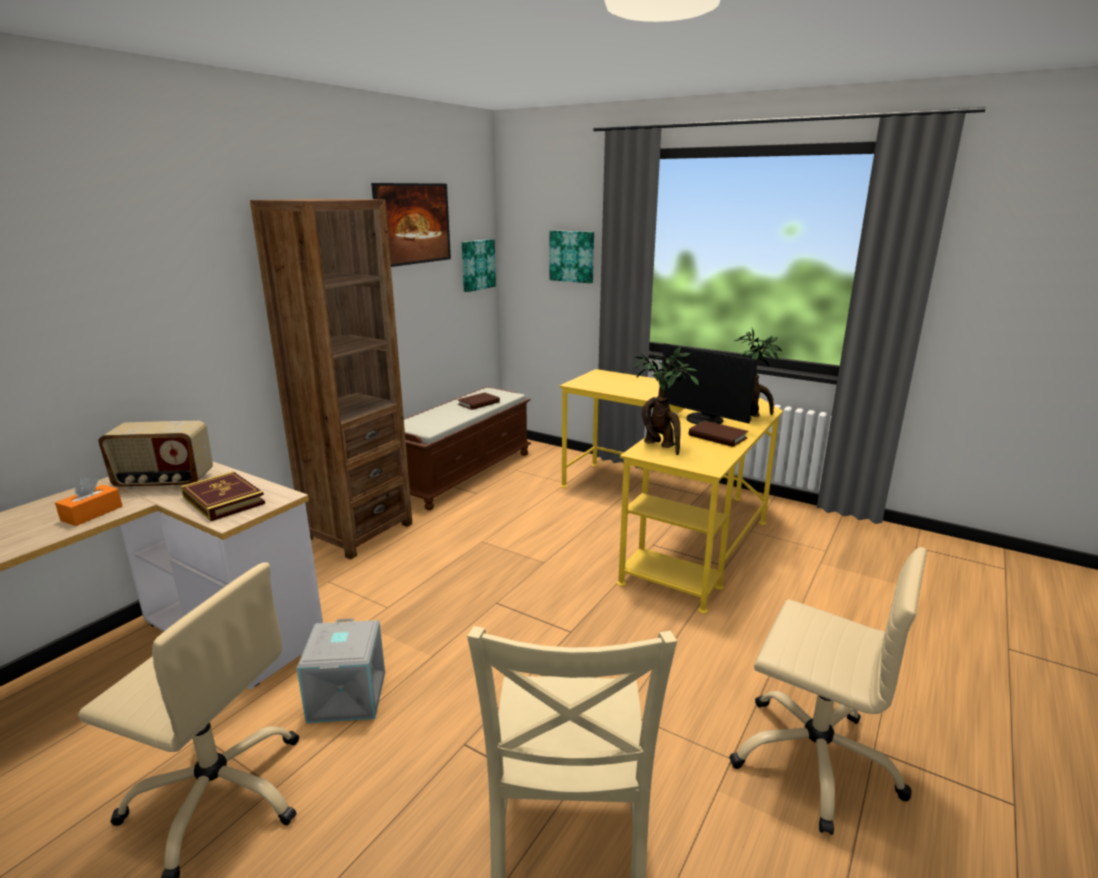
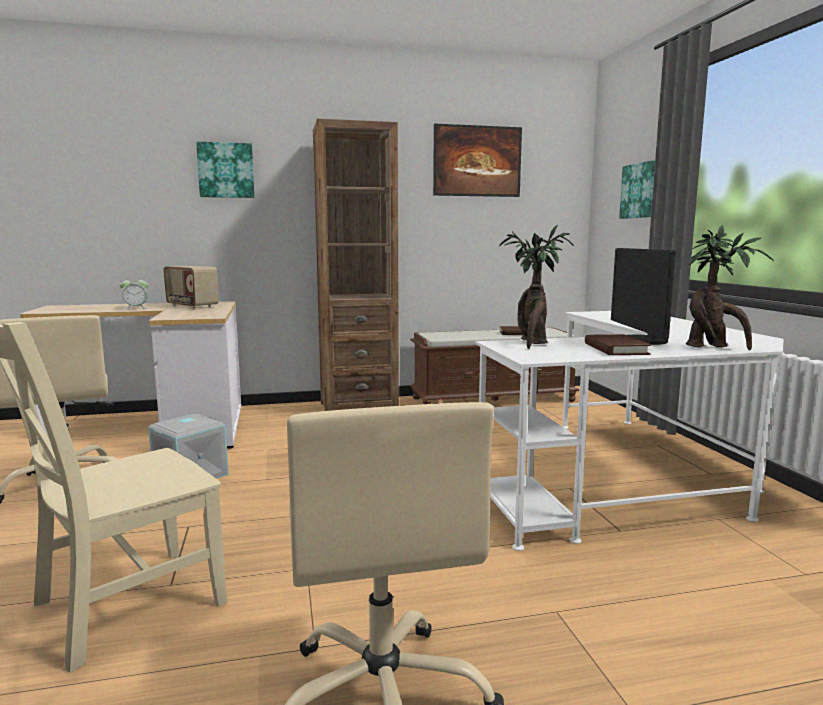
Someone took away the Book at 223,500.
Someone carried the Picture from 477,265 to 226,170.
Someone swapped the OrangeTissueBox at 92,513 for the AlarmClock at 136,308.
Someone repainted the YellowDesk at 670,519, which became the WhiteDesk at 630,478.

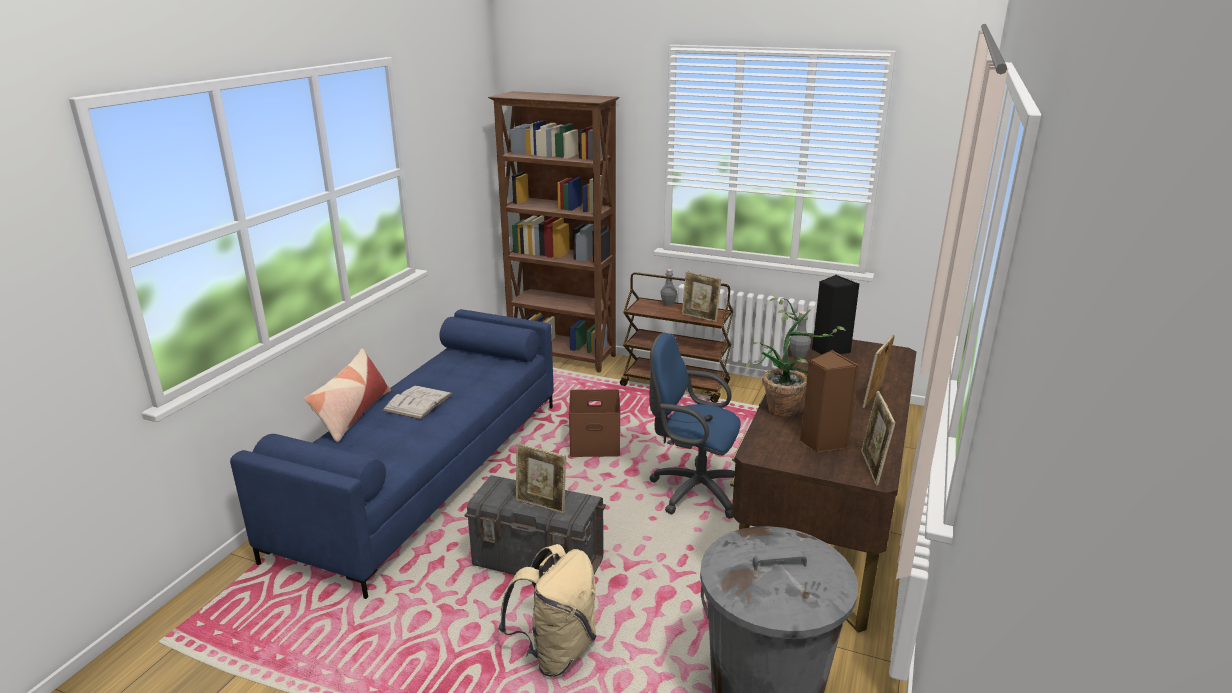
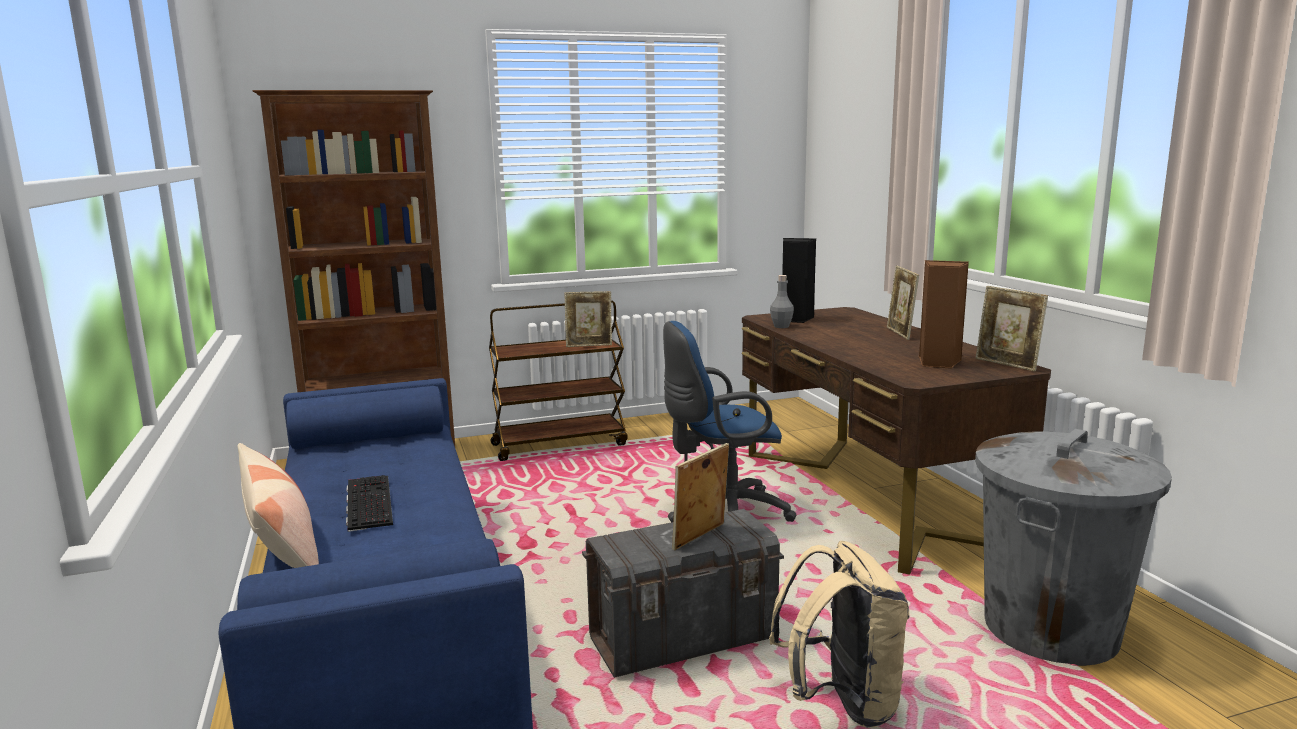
Someone took away the BrownStorageBox at 596,443.
Someone took away the GreyBottle at 668,304.
Someone took away the PottedPlant at 789,407.
Someone swapped the WhiteBook at 418,402 for the Keyboard at 367,502.
Someone rotated the PictureFrame at 541,505 by 150 degrees clockwise.

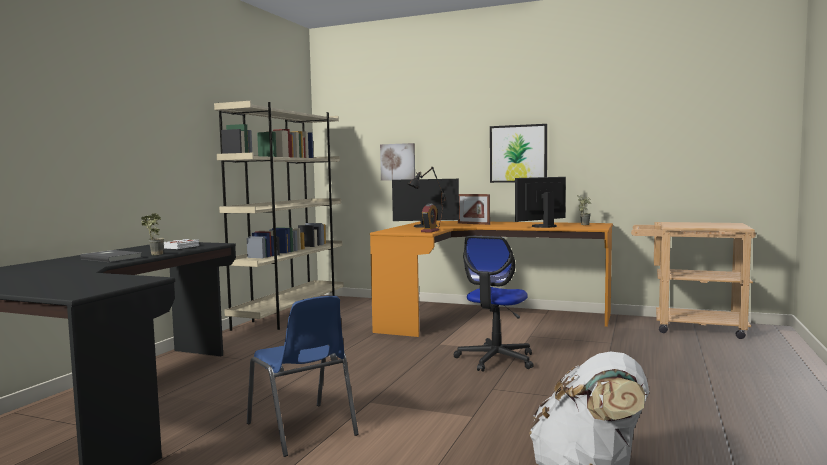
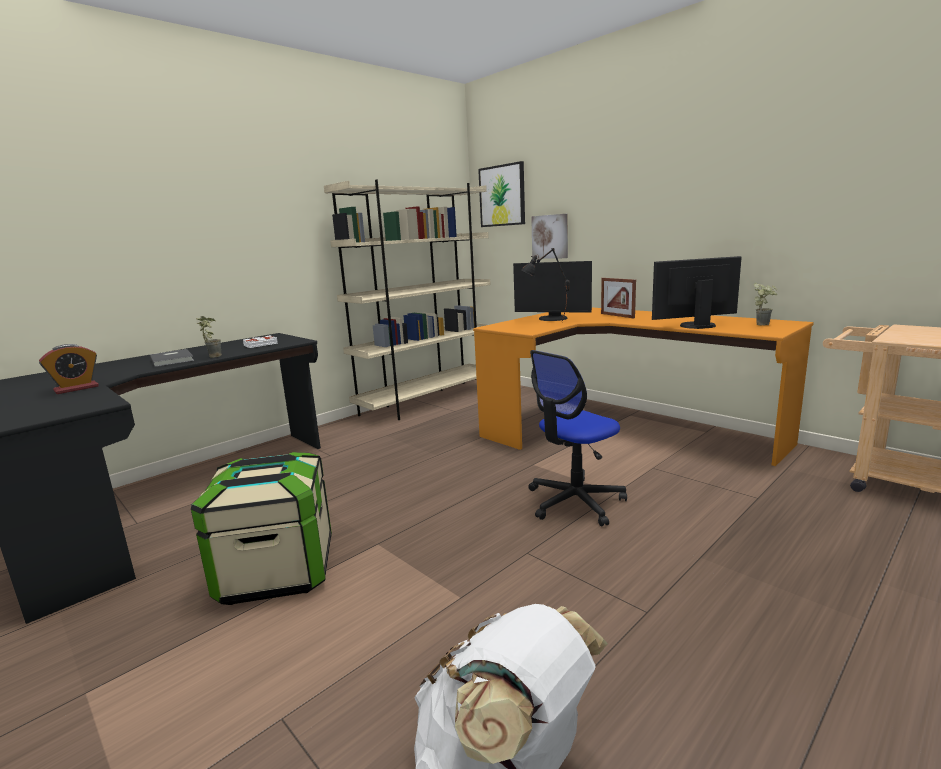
Someone carried the AlarmClock from 430,231 to 76,388.
Someone carried the Picture from 518,153 to 502,195.
Someone swapped the BlueChair at 302,430 for the StorageBox at 277,571.

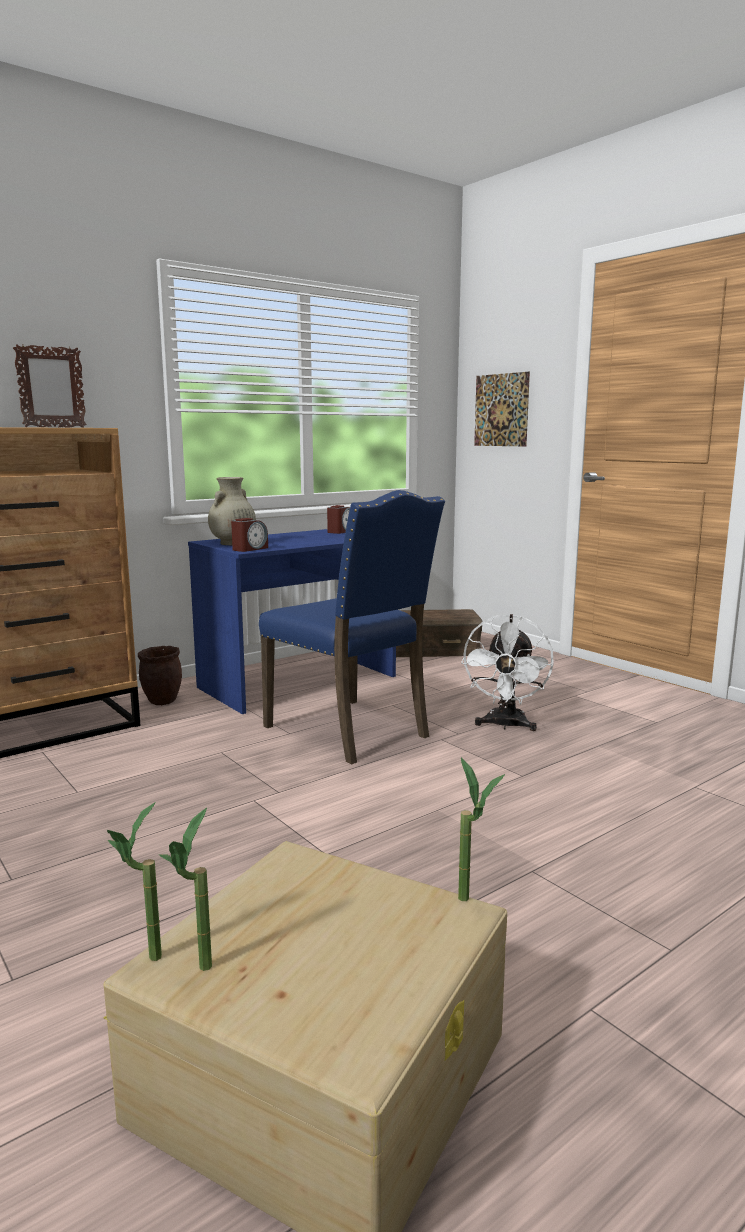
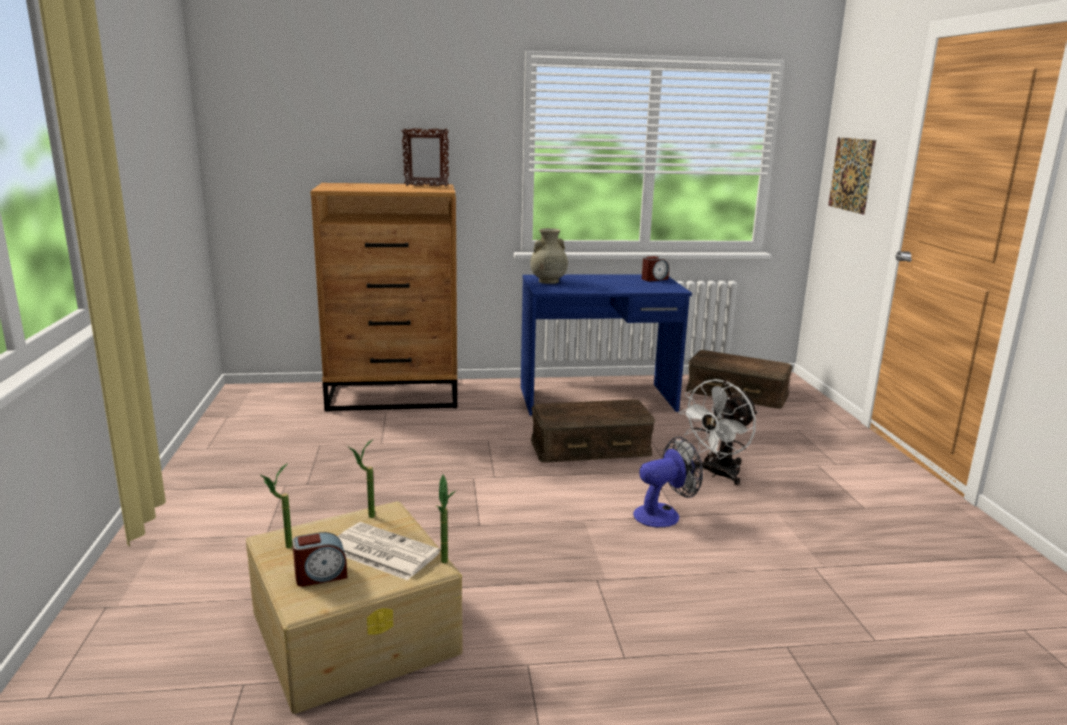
Someone took away the BrownPlanter at 162,701.
Someone put down the Newspaper at 381,551.
Someone put down the Fan at 663,514.
Someone carried the PottedPlant from 143,962 to 365,517.
Someone carried the AlarmClock from 249,549 to 321,576.
Someone swapped the BlueChair at 351,731 for the BrownStorageBox at 590,448.

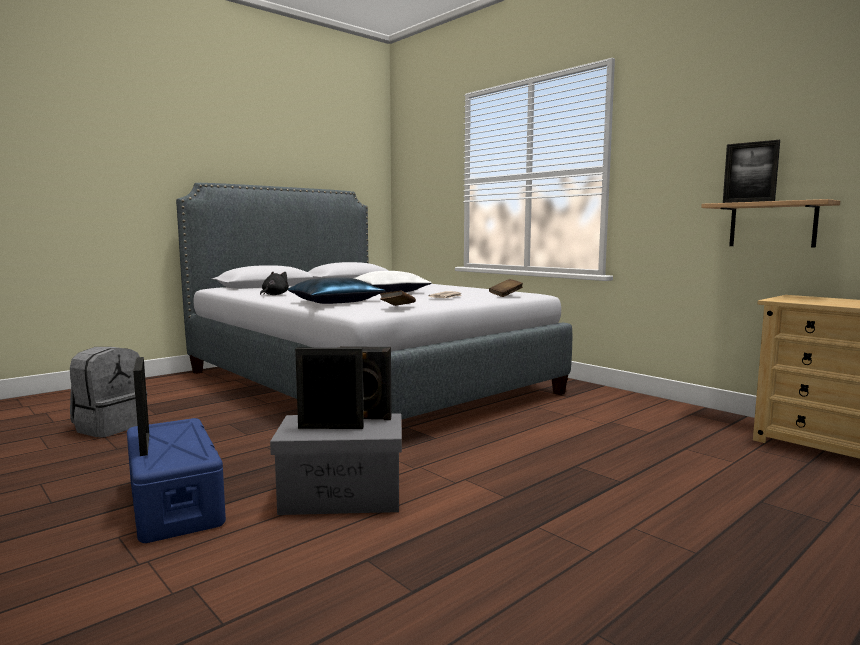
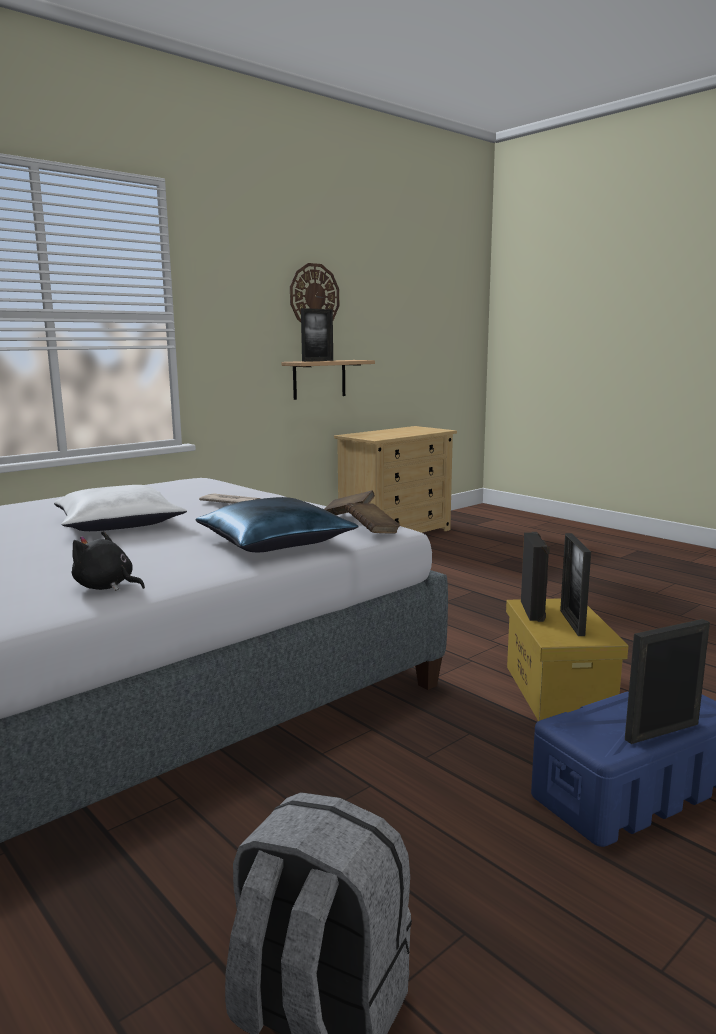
Someone put up the WallClock at 314,296.
Someone carried the BrownBook from 505,295 to 372,531.
Someone repainted the GreyStorageBox at 340,497, which became the YellowStorageBox at 559,692.

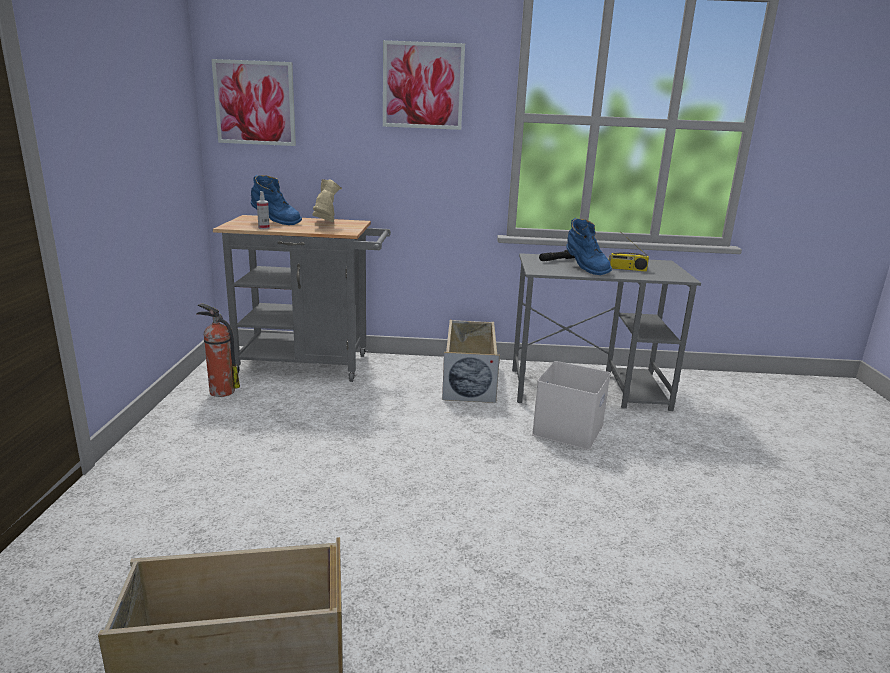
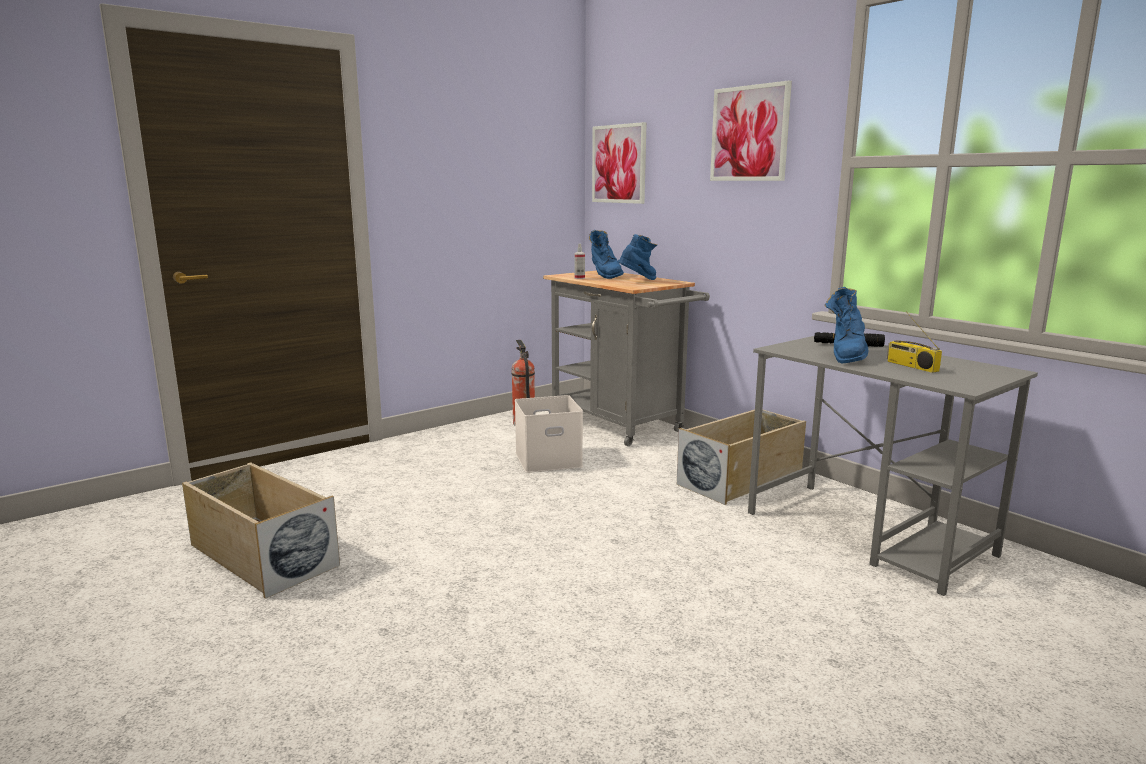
Someone carried the WhiteStorageBox from 567,429 to 549,459.
Someone repainted the BeigeBoot at 325,224, which became the BlueBoot at 638,281.

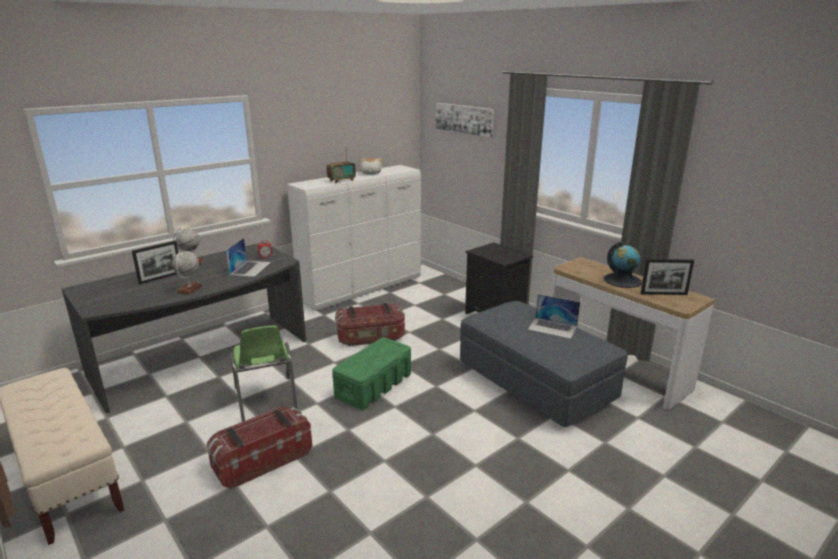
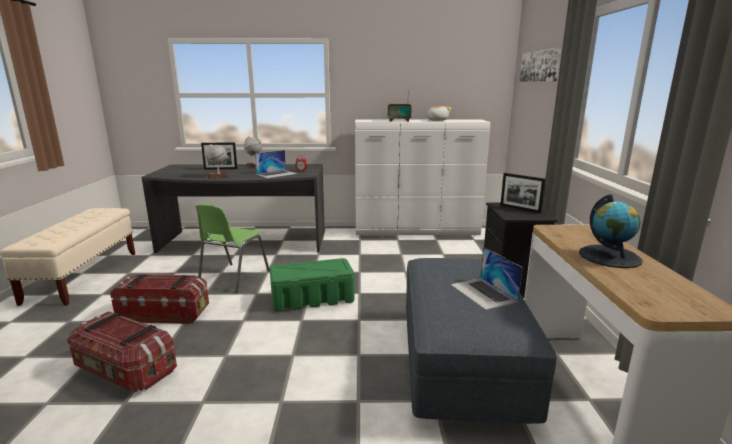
Someone carried the StorageBox from 371,338 to 125,370.
Someone carried the PictureFrame from 663,294 to 520,208.

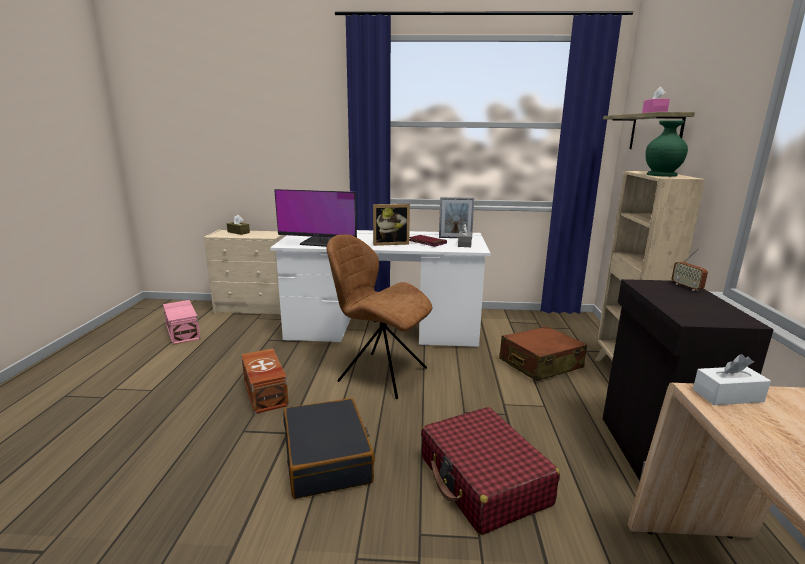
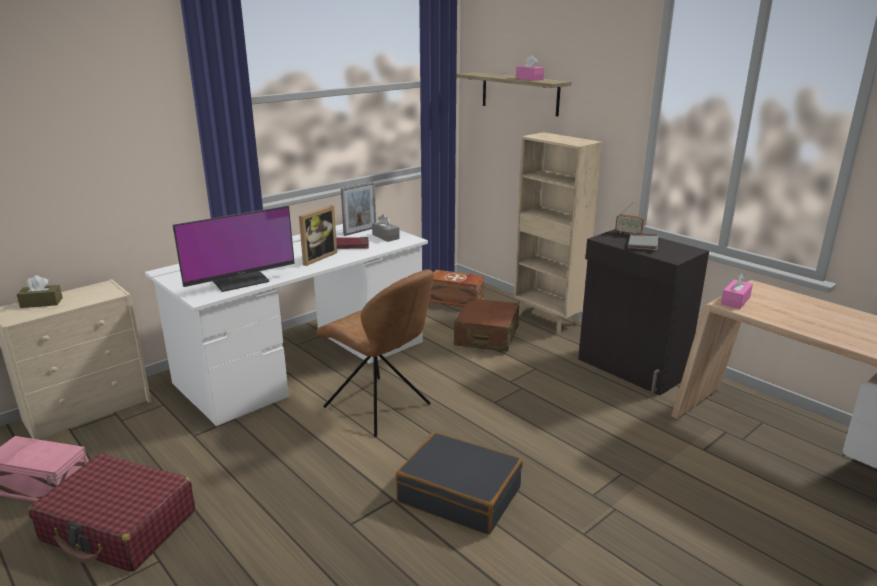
Someone took away the GreenVase at 661,175.
Someone put down the GreyBook at 643,244.
Someone carried the BrownStorageBox from 264,393 to 456,300.
Someone carried the RedSuitcase from 483,481 to 119,526.
Someone repainted the WhiteTissueBox at 727,395, which became the PinkTissueBox at 735,301.
Someone rotated the BrownChair at 380,374 by 120 degrees counterclockwise.

